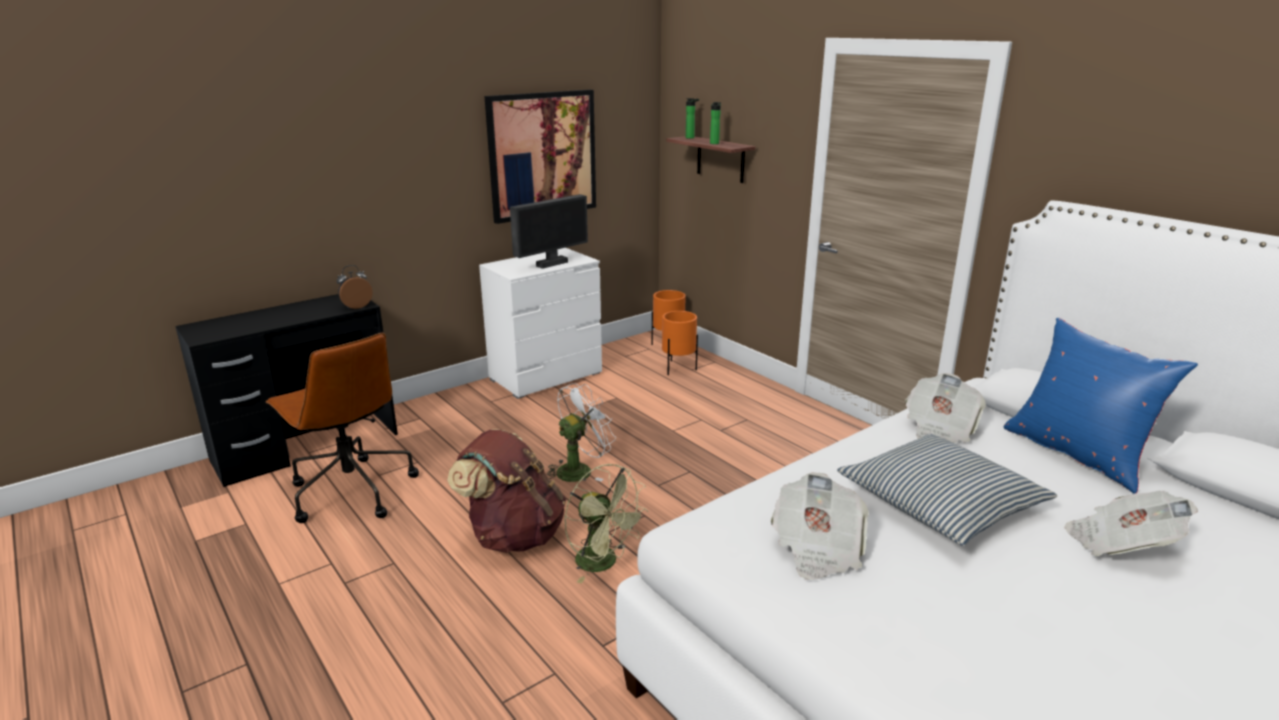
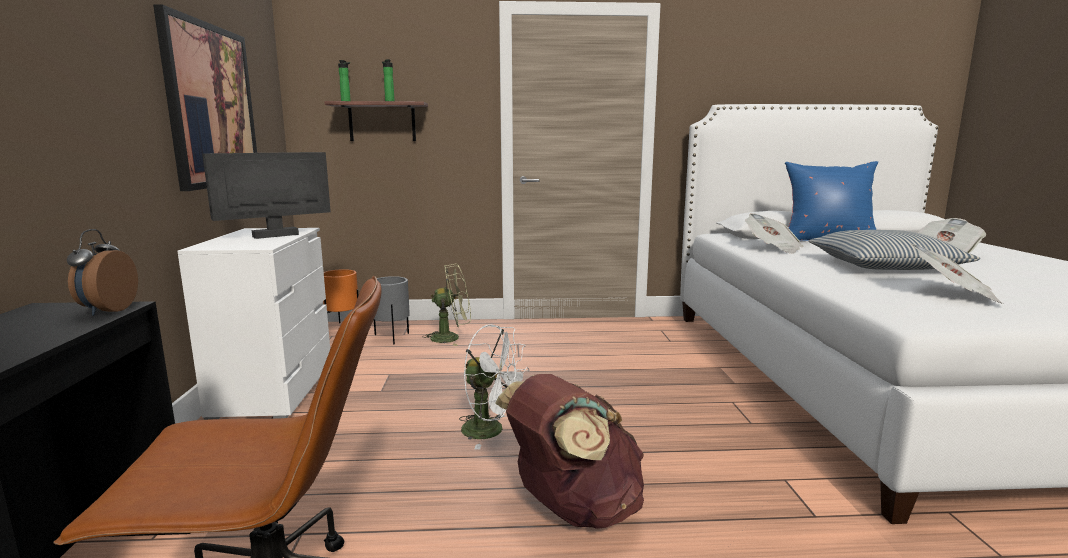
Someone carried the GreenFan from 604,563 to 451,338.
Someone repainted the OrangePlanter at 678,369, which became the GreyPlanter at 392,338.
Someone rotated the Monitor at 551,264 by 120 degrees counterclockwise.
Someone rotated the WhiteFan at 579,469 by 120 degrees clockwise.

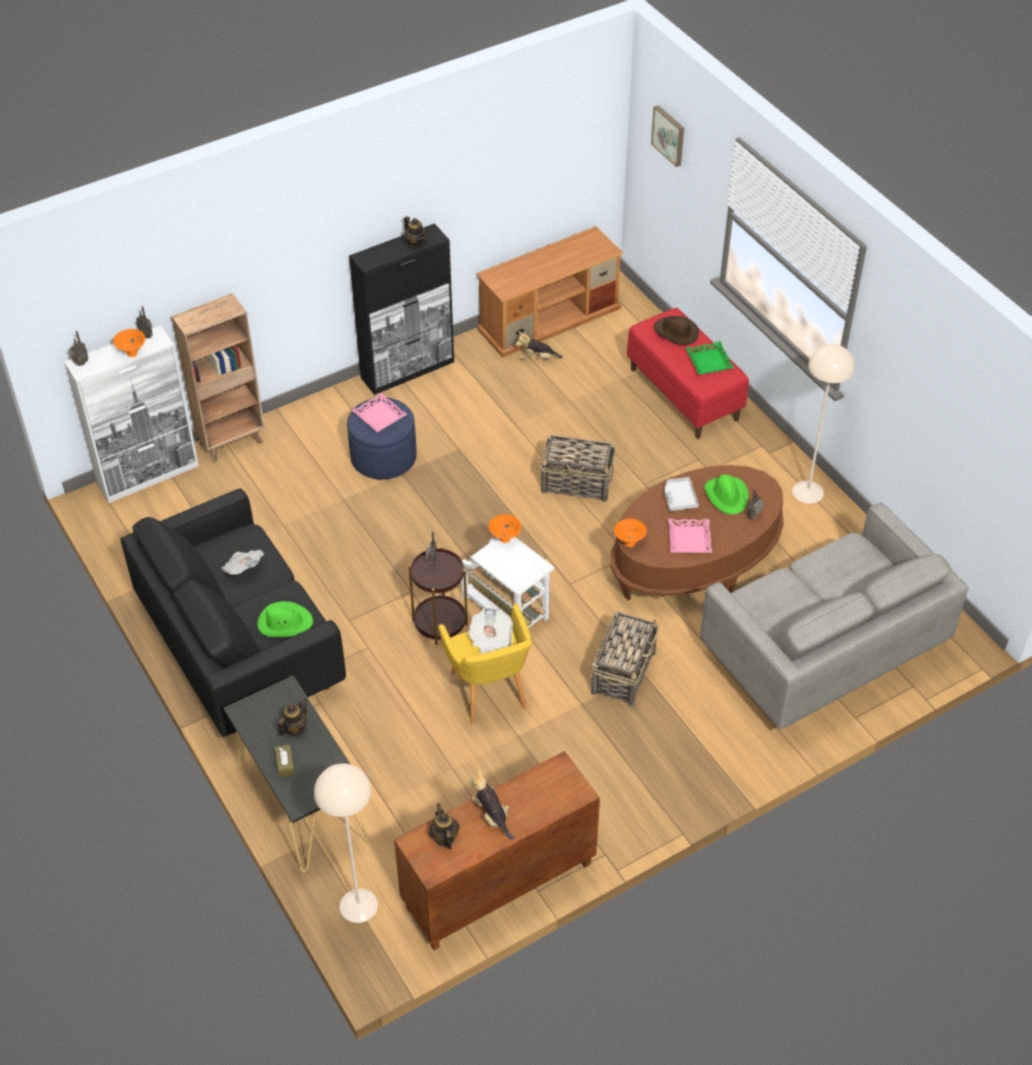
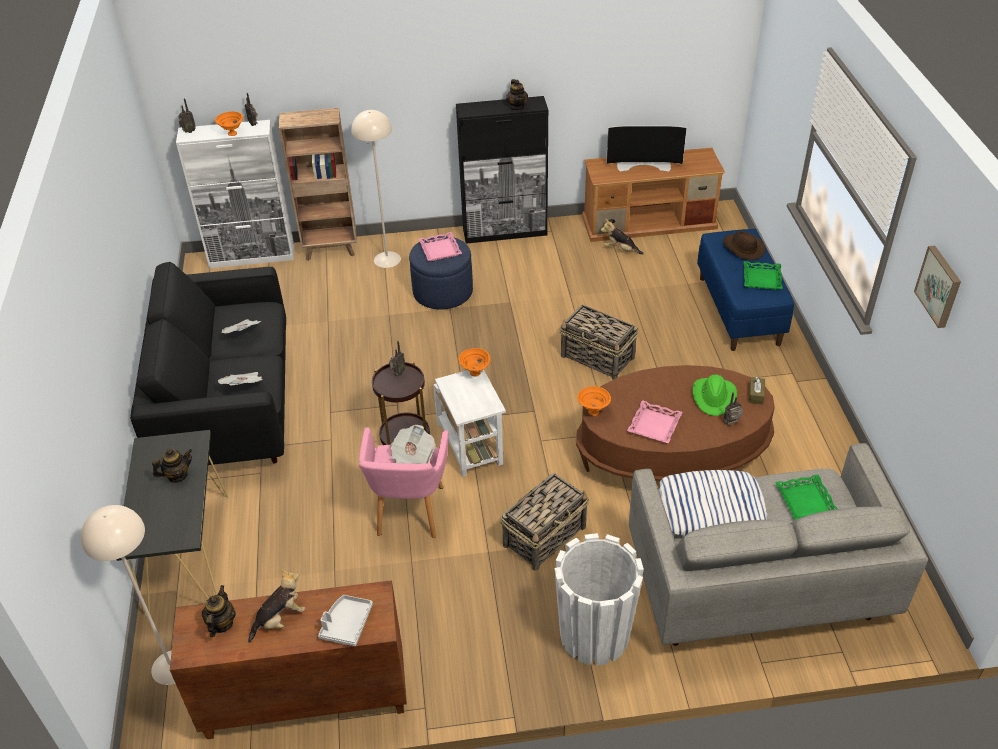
Someone put down the WhitePlanter at 594,635.
Someone put down the Television at 644,164.
Someone put down the Pillow at 710,509.
Someone put down the GreenTray at 806,501.
Someone carried the BrownTissueBox from 285,764 to 756,394.
Someone carried the Picture from 669,135 to 940,286.
Someone carried the GreyTray from 679,498 to 346,624.
Someone carried the BeigeFloorLamp from 808,492 to 387,259.
Someone swapped the GreenHat at 284,623 for the Newspaper at 244,387.
Someone repainted the YellowArmchair at 489,693, which became the PinkArmchair at 409,513.
Someone repainted the RedBench at 684,394, which became the BlueBench at 739,310.
Someone rotated the PlushToy at 492,815 by 60 degrees clockwise.

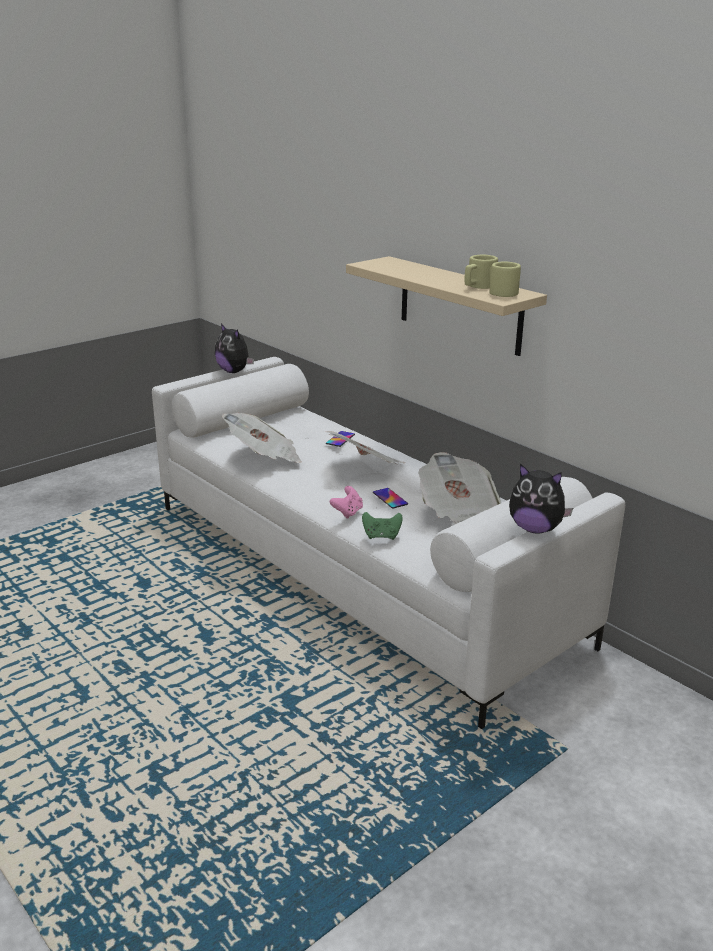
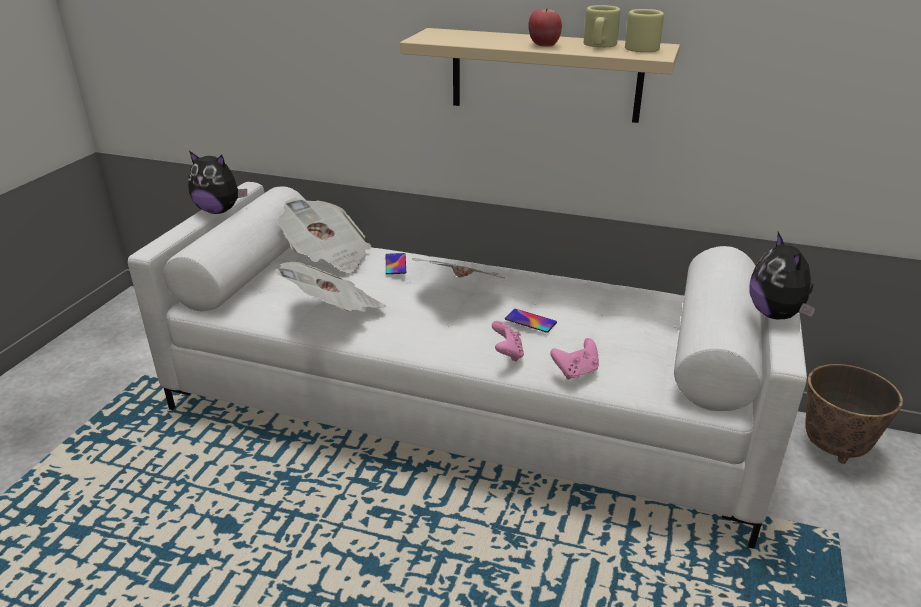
Someone put down the Apple at 544,45.
Someone put down the Planter at 833,448.
Someone carried the Newspaper from 459,515 to 328,256.
Someone repainted the GreenGameController at 381,536, which became the PinkGameController at 576,371.
Someone rotated the PlushToy at 535,529 by 90 degrees clockwise.

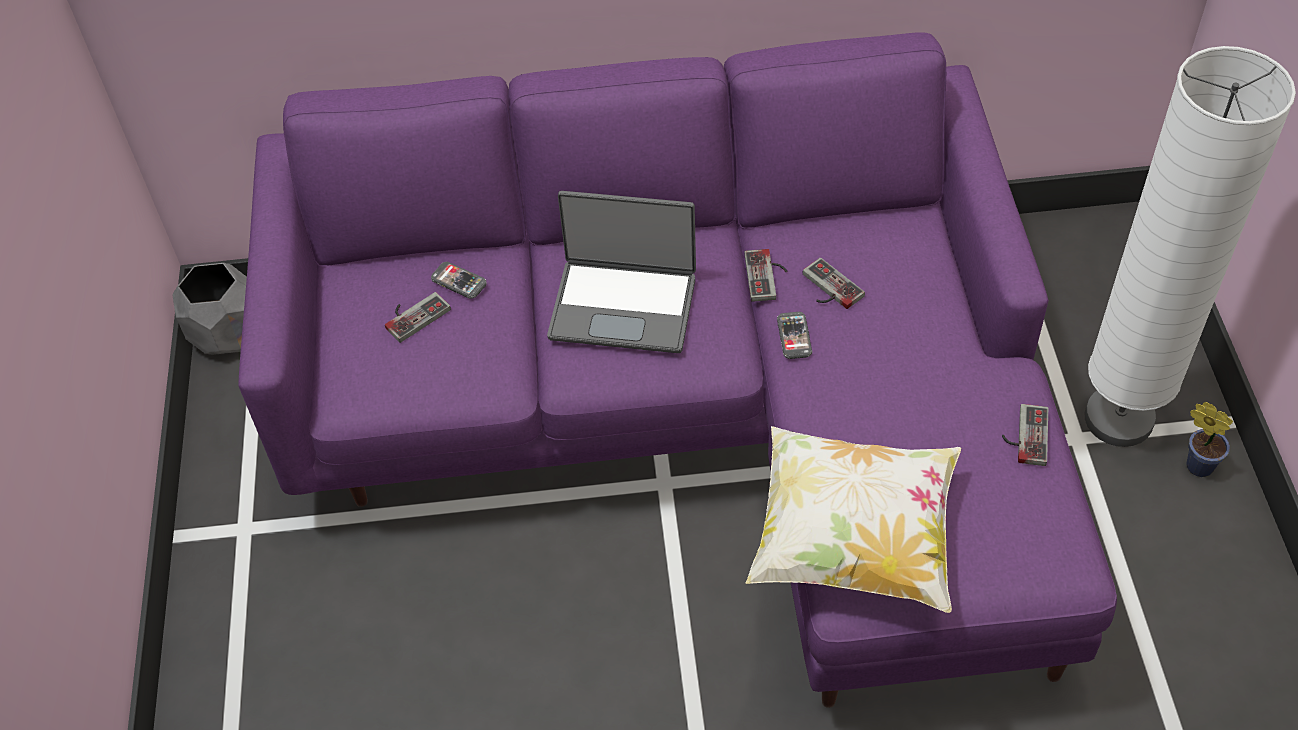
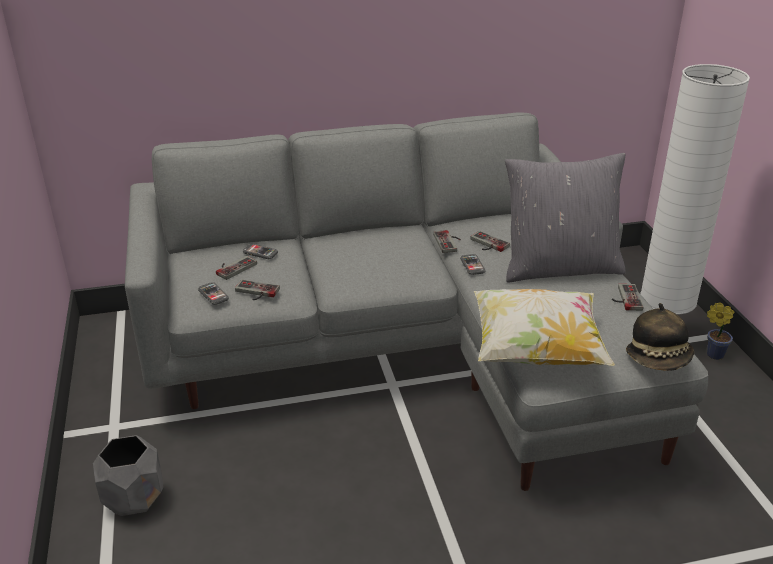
Someone took away the Laptop at 623,305.
Someone put down the Phone at 213,294.
Someone put down the GameController at 255,292.
Someone put down the GreyPillow at 560,268.
Someone put down the Hat at 659,359.
Someone carried the GreyPlanter from 229,333 to 135,498.
Someone repainted the PurpleSofa at 698,419, which became the GreySofa at 407,352.

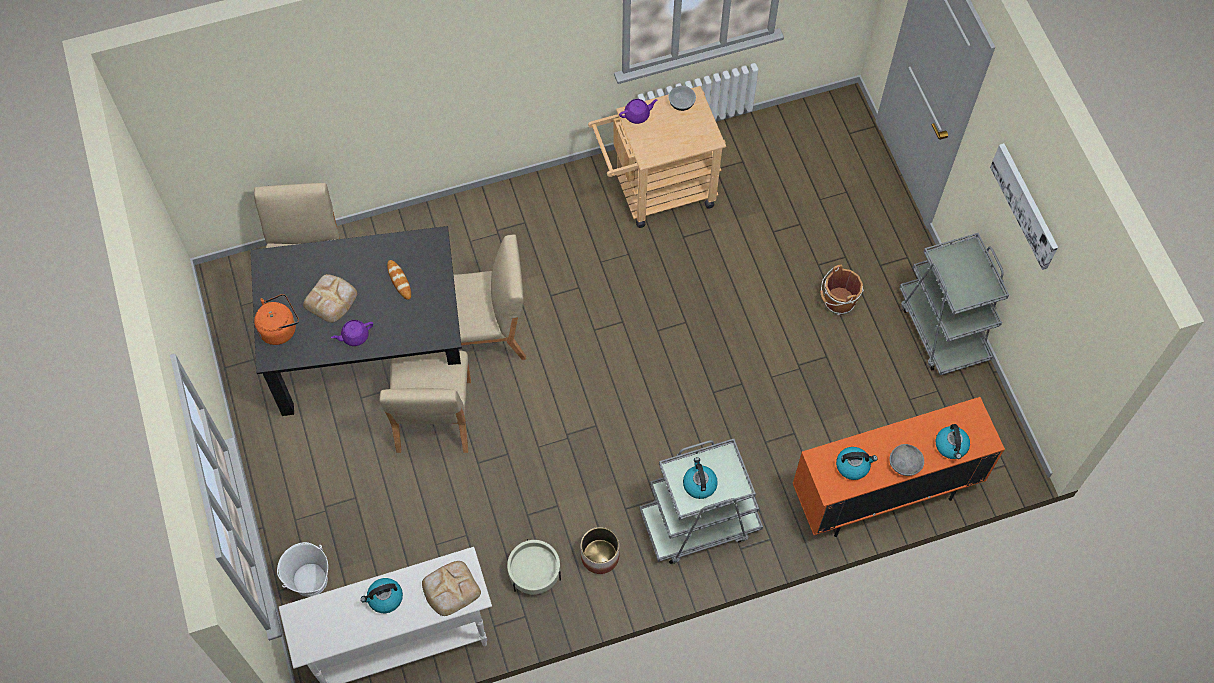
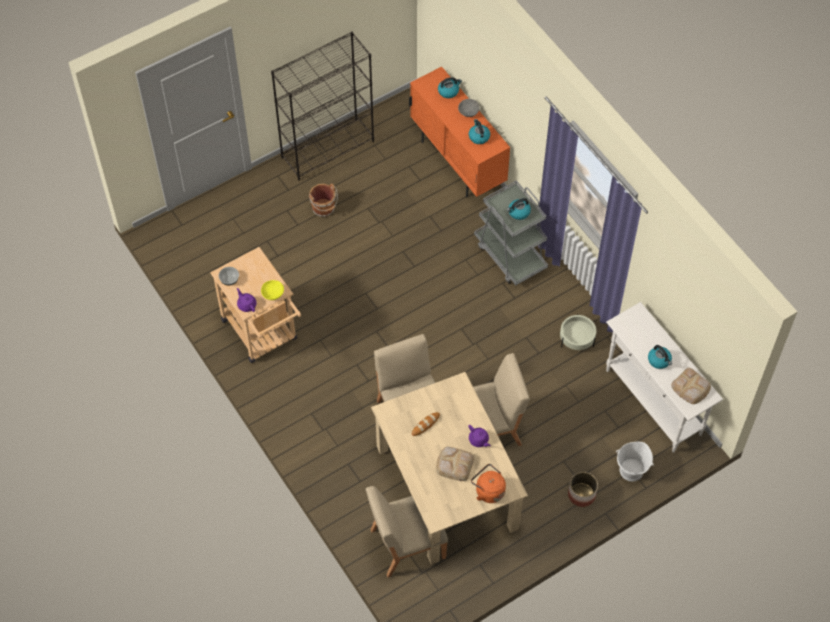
Someone took away the Picture at 1025,205.
Someone put down the YellowBowl at 273,293.
Someone carried the Bread from 450,589 to 691,388.
Someone carried the Planter from 600,556 to 582,495.
Someone swapped the GreyCart at 942,329 for the BlackBookcase at 328,149.
Someone repainted the BlackDiningTable at 368,349, which became the BeigeDiningTable at 448,488.

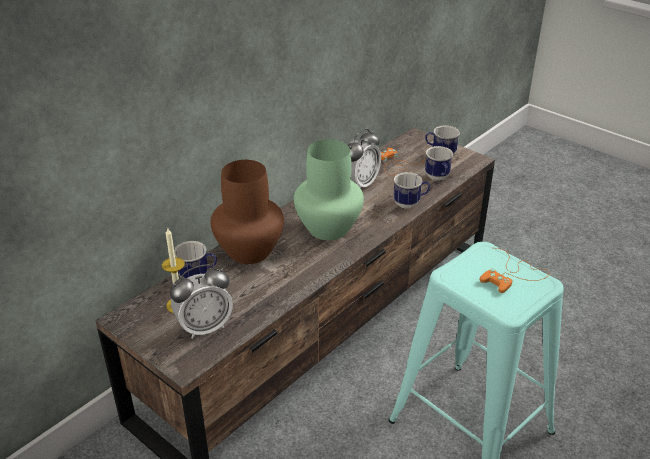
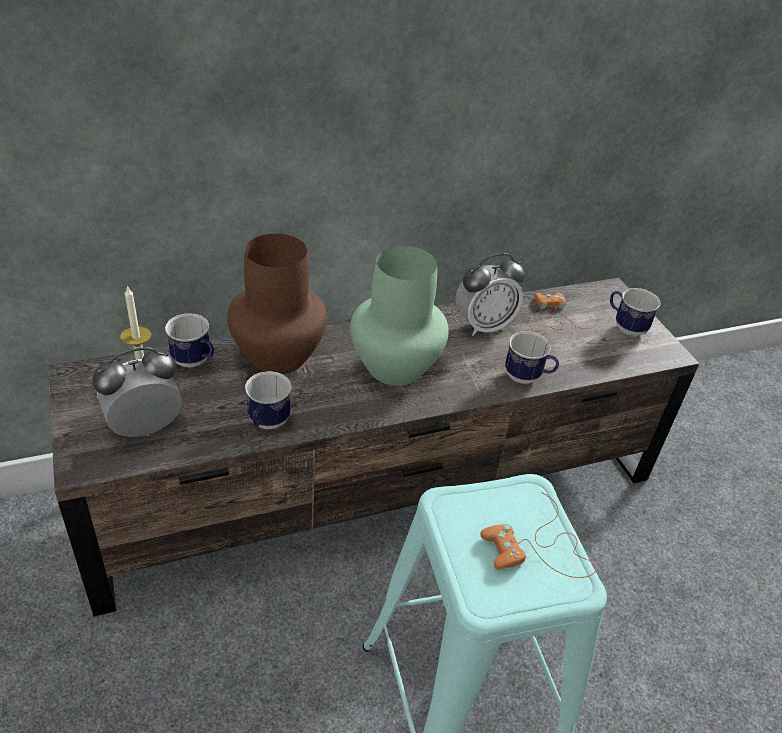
Someone carried the Mug from 438,178 to 266,424.
Someone rotated the AlarmClock at 204,327 by 150 degrees clockwise.

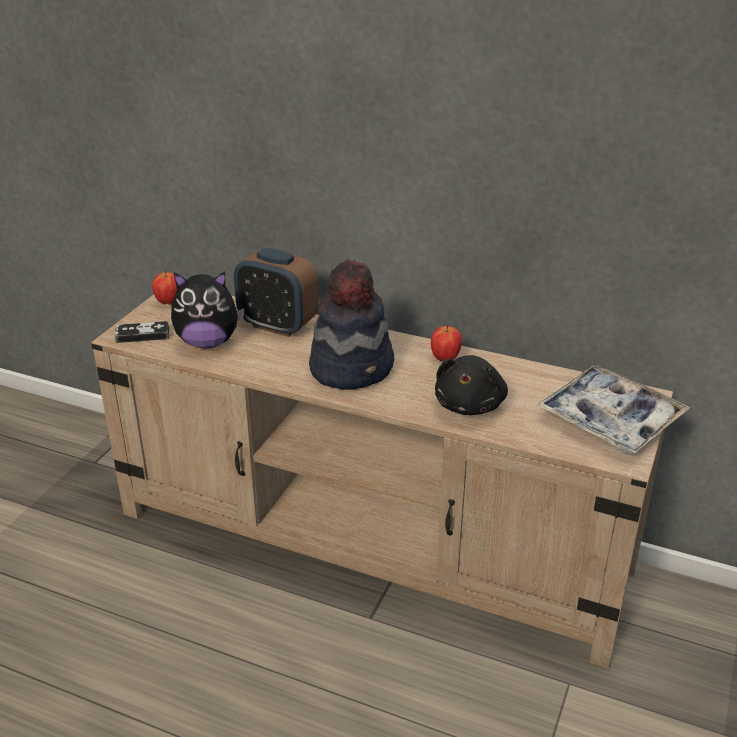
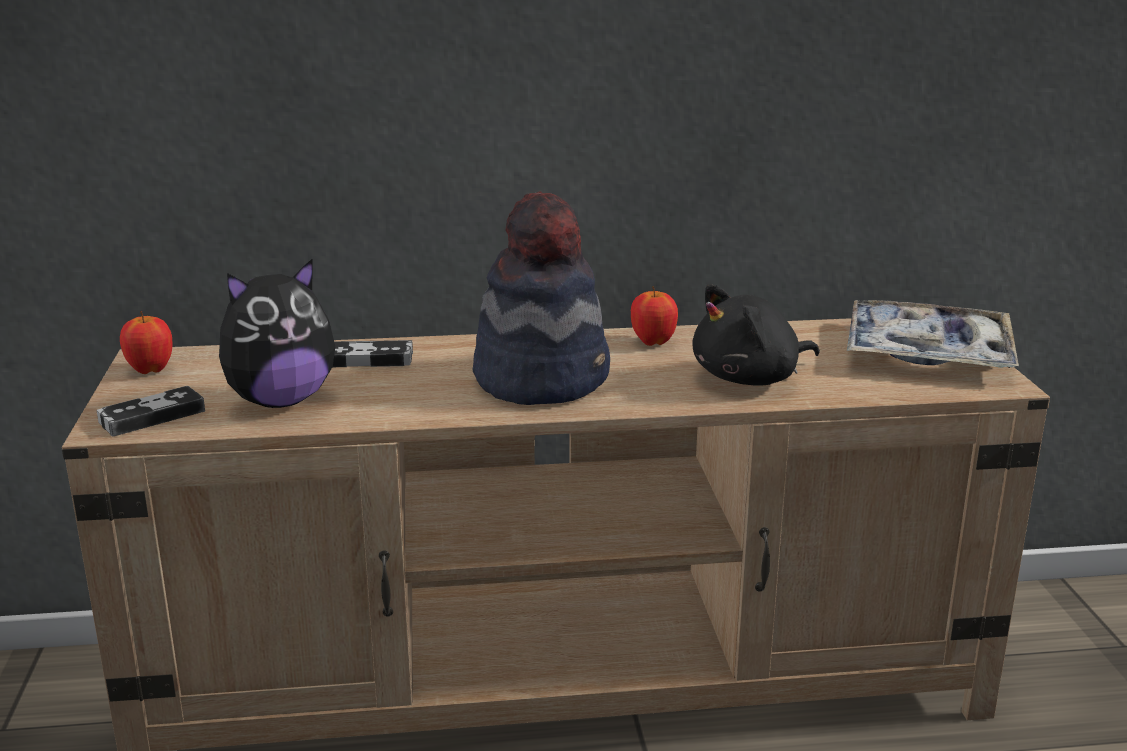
Someone swapped the AlarmClock at 277,325 for the GameController at 369,359.
Someone rotated the BlackPlushToy at 470,405 by 75 degrees clockwise.

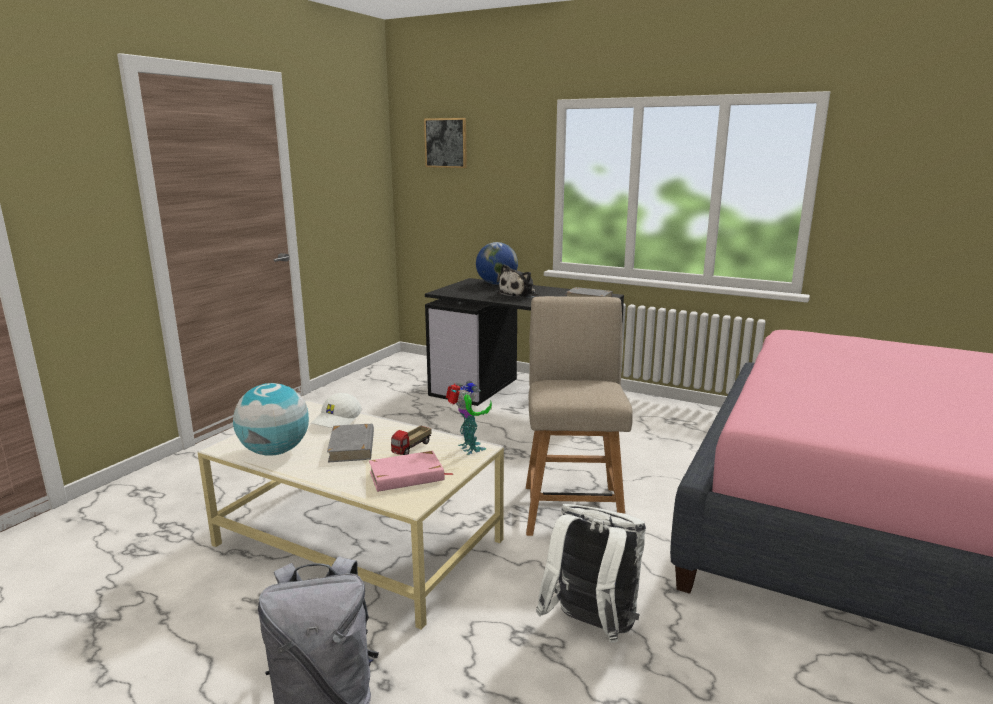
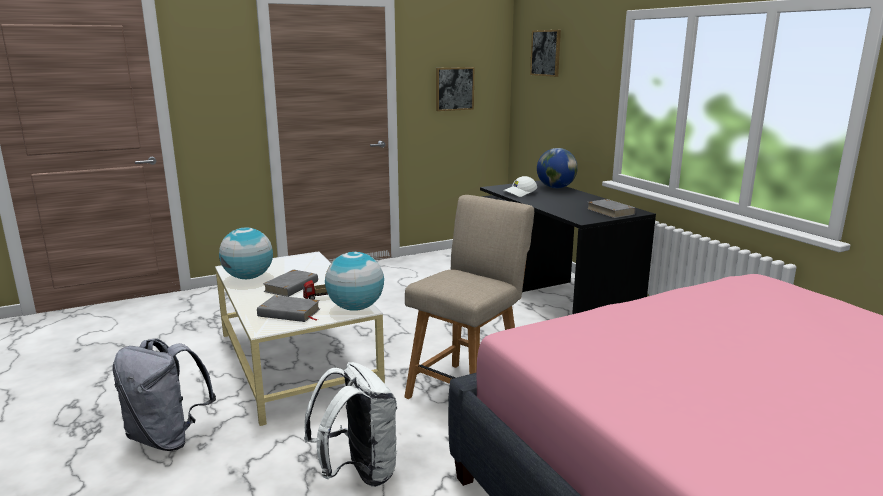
Someone took away the PlushToy at 519,294.
Someone put up the Picture at 454,89.
Someone carried the WhiteCap from 337,420 to 520,193.
Someone swapped the ToyRobot at 469,449 for the Globe at 356,308.
Someone repainted the PinkBook at 407,476, which became the GreyBook at 289,313.

